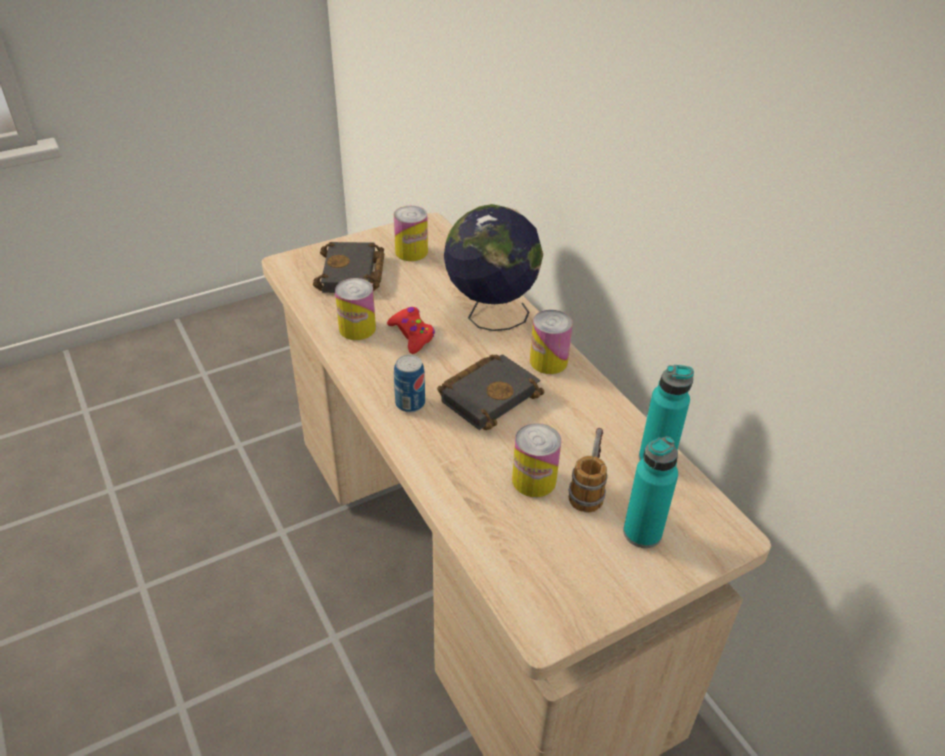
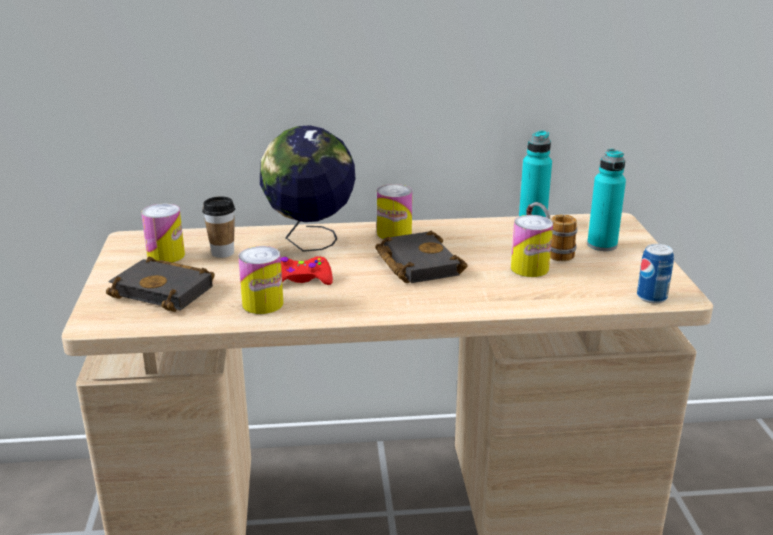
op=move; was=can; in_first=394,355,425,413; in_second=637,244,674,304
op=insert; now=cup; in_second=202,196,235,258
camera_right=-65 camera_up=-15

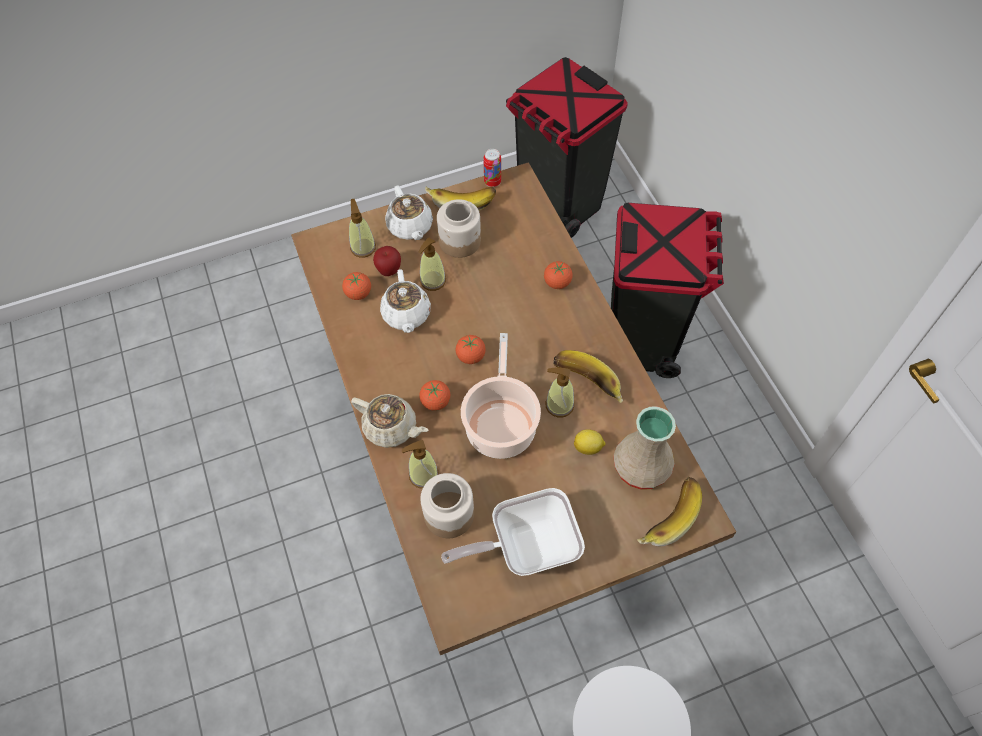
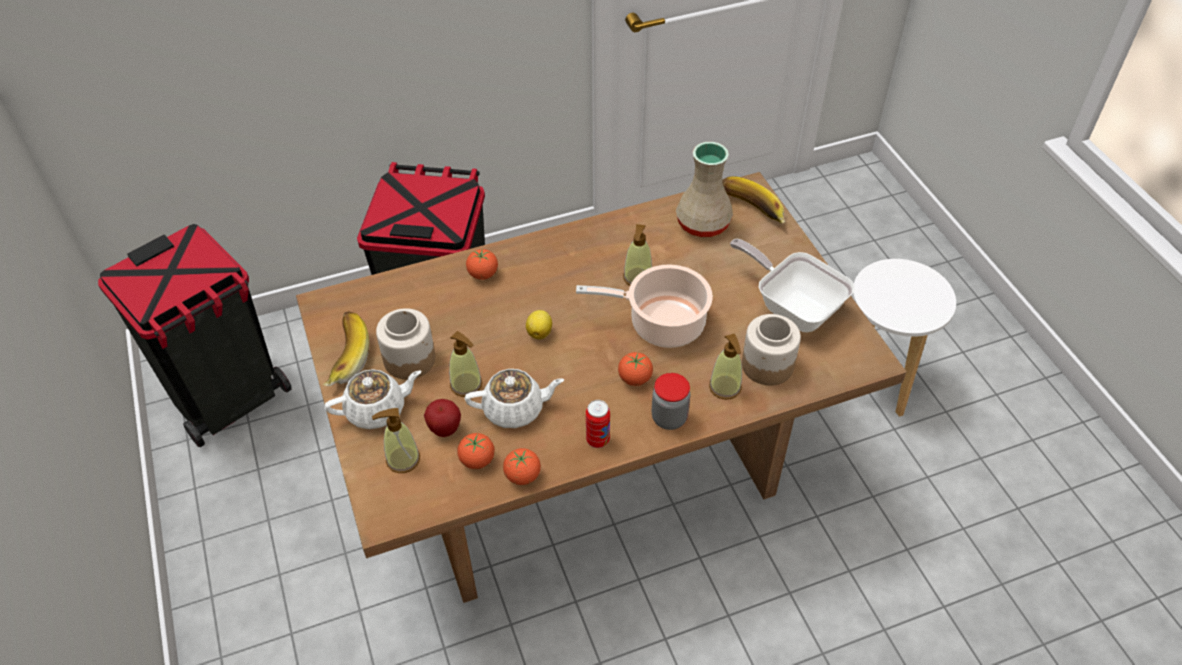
op=move; was=can; in_first=483,149,501,187; in_second=586,400,610,448
op=move; was=tomato; in_first=456,335,486,364; in_second=503,448,541,485
op=delete; was=banana; in_first=553,350,623,403
op=replace; was=teapot (beige); now=jar; in_first=351,394,428,448; in_second=652,373,690,430
op=move; was=lemon; in_first=574,429,606,455; in_second=526,310,552,339
op=rotate; was=frying pan; in_first=441,488,585,576; in_second=730,239,855,332; clockwise=150
camera_right=-90 camera_up=-10

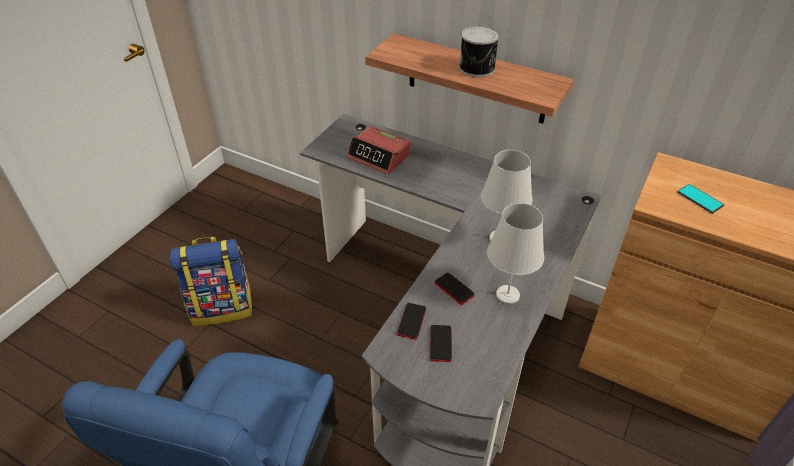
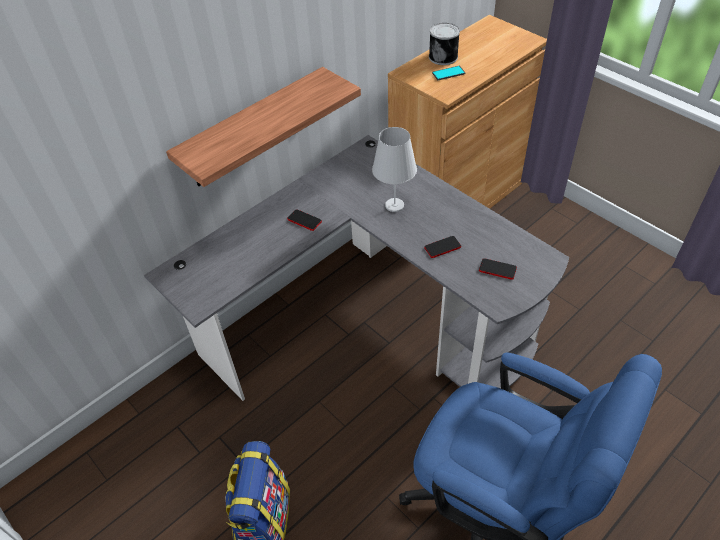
op=move; was=can; in_first=459,26,499,77; in_second=429,23,460,65
op=delete; was=alarm clock; in_first=347,126,411,174
op=delete; was=table lamp (white); in_first=487,203,544,304
op=move; was=phone; in_first=397,303,426,340; in_second=287,209,322,231
camera_right=-70 camera_up=5

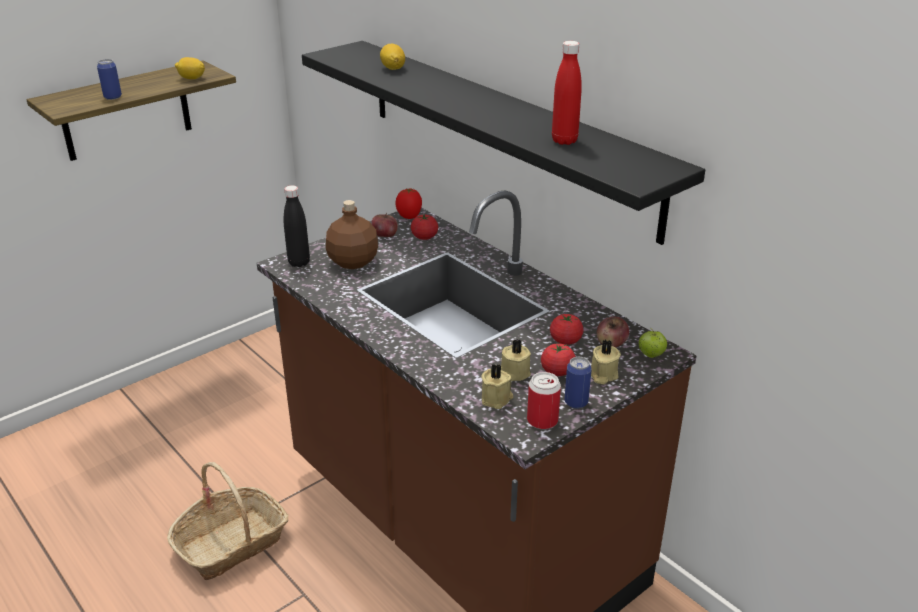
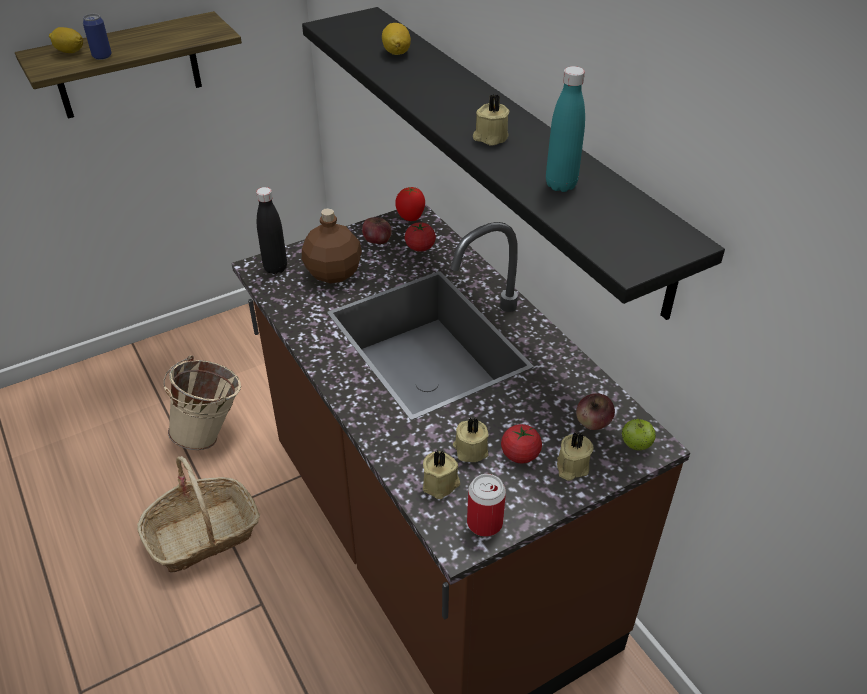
op=recolor; was=bottle (red); now=bottle (turquoise); in_first=552,41,582,145; in_second=546,66,585,192
op=move; was=lemon; in_first=175,57,205,79; in_second=49,27,83,53
op=delete; was=tomato; in_first=550,314,584,345
op=delete; was=can; in_first=564,357,592,409
op=insert; now=candle (beige); in_second=473,95,509,146
op=insert; now=bucket (beige); in_second=164,355,241,450
camera_right=10 camera_up=10

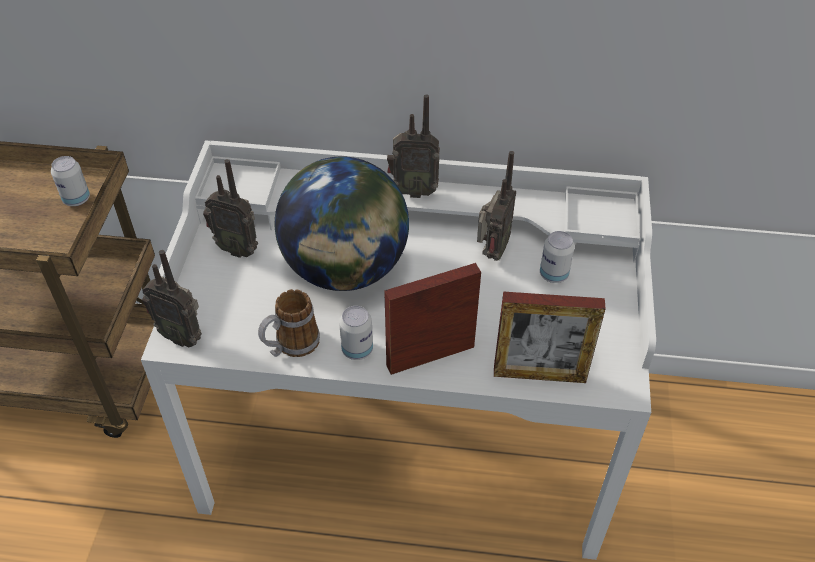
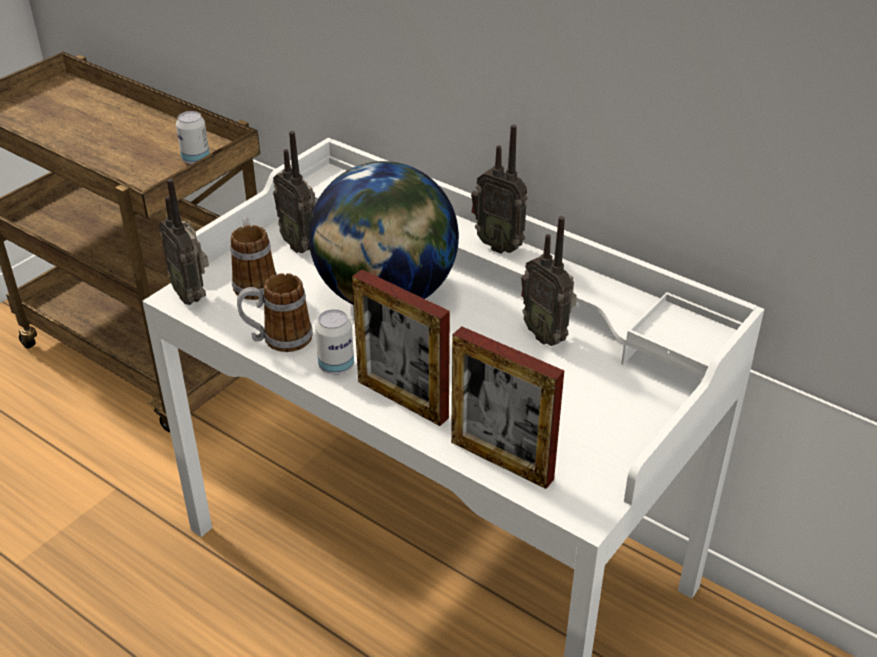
op=rotate; was=radio; in_first=477,151,516,261; in_second=521,216,577,346; clockwise=90
op=delete; was=can; in_first=540,231,575,283
op=rotate; was=picture frame; in_first=384,263,481,375; in_second=352,269,450,426; clockwise=-150
op=insert; now=mug; in_second=230,216,277,300
camera_right=30 camera_up=-10

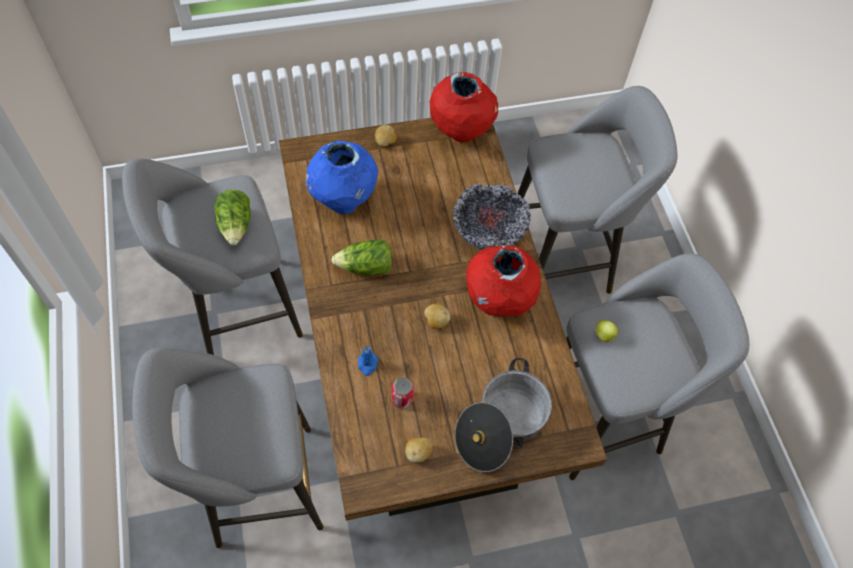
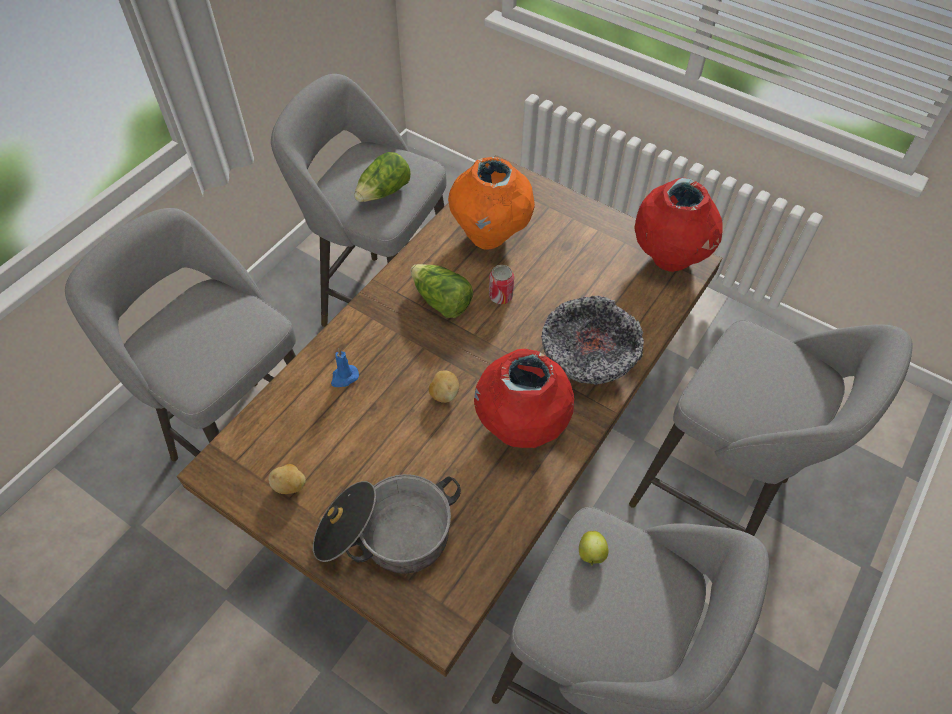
op=delete; was=potato; in_first=375,125,396,147
op=recolor; was=vase (blue); now=vase (orange); in_first=306,140,378,214; in_second=448,157,535,250
op=move; was=can; in_first=391,377,414,409; in_second=489,265,514,304
camera_right=50 camera_up=-5

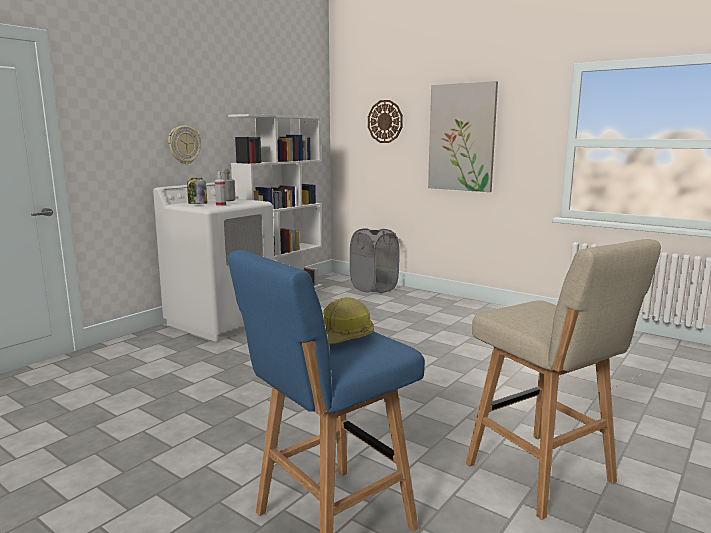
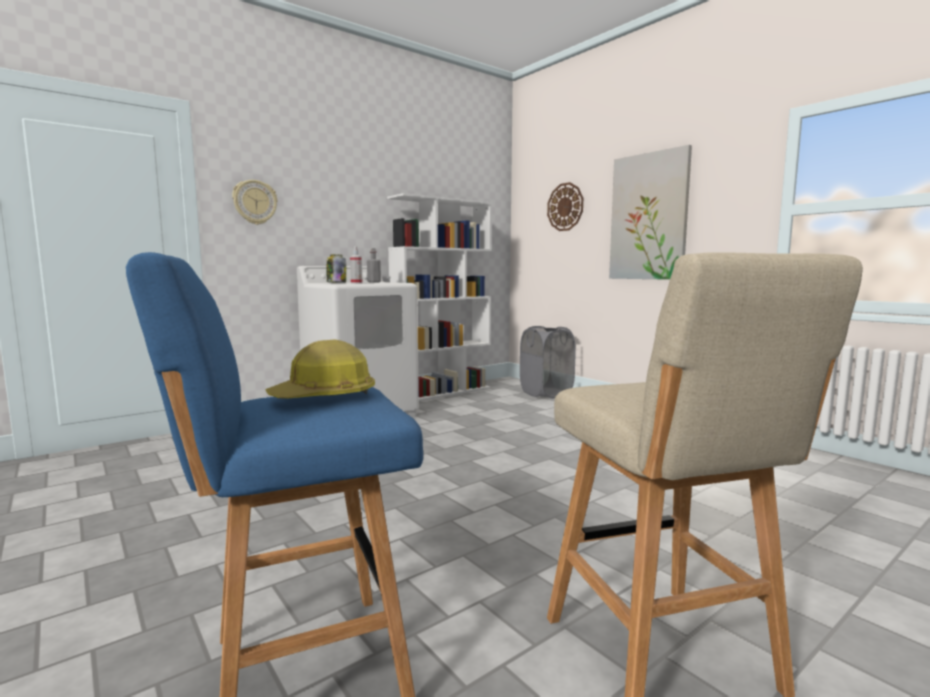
op=move; was=wall clock; in_first=168,126,201,164; in_second=232,180,277,225
camera_right=15 camera_up=-5

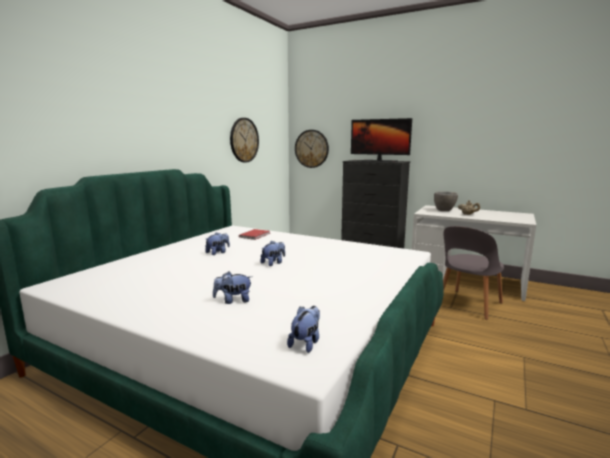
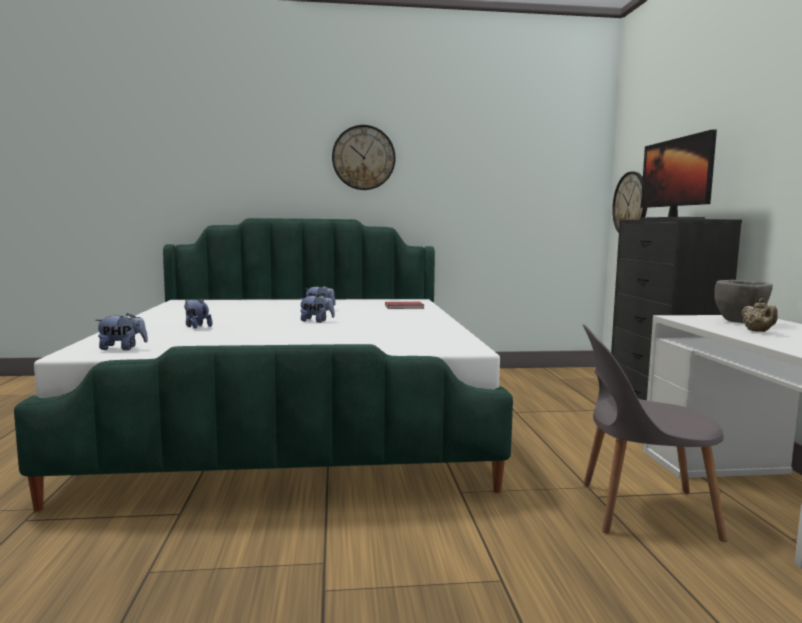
op=move; was=wall clock; in_first=230,118,259,162; in_second=332,125,396,190
camera_right=55 camera_up=-5

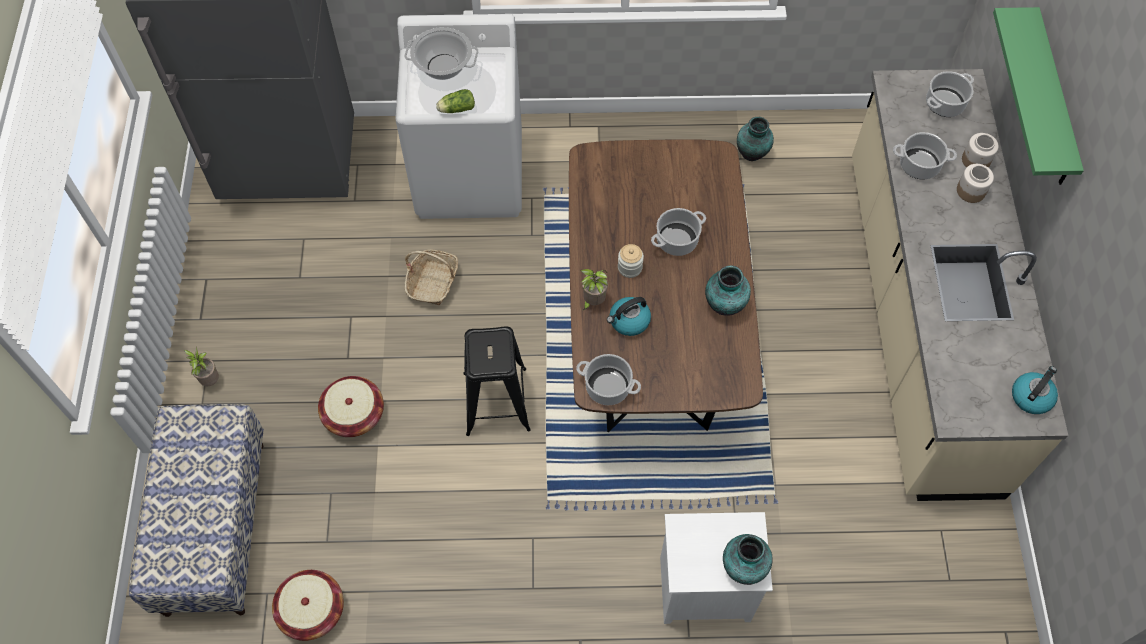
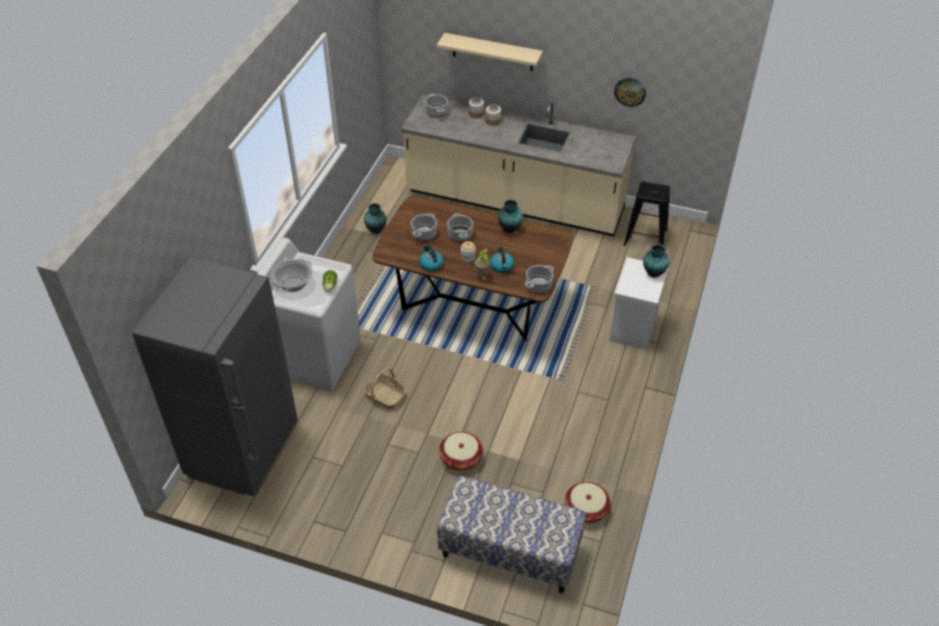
op=recolor; was=shelf (green); now=shelf (beige); in_first=993,7,1084,185; in_second=437,33,543,71
op=move; was=cooking pot; in_first=893,132,957,179; in_second=411,213,437,241
op=move; was=stool (black); in_first=463,326,531,436; in_second=624,181,670,246
op=delete; was=potted plant; in_first=184,347,219,386
op=move; was=kettle; in_first=1012,366,1058,414; in_second=419,245,443,271
op=insert; now=wall clock; in_second=614,78,646,107
camera_right=-70 camera_up=-15

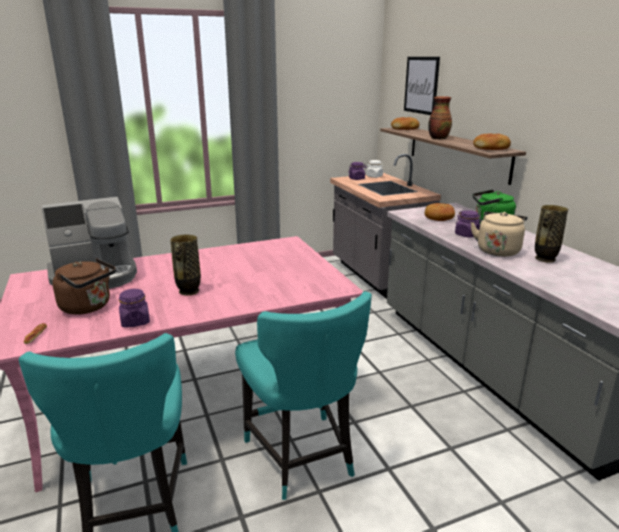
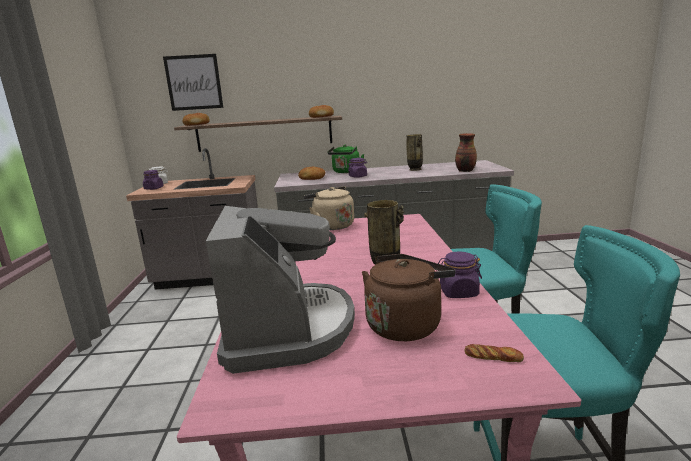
op=move; was=vase; in_first=428,96,452,139; in_second=455,133,477,172
op=move; was=kettle (beige); in_first=470,211,527,257; in_second=304,186,354,230
camera_right=-70 camera_up=-5

